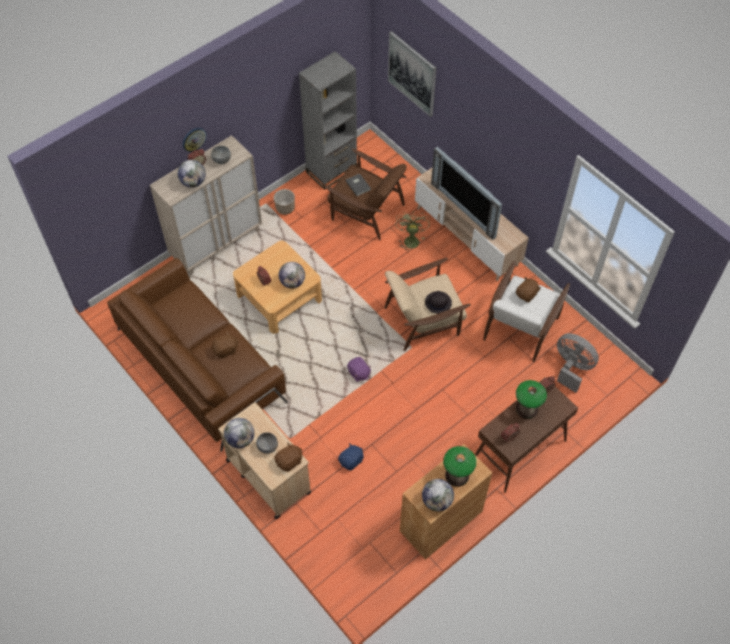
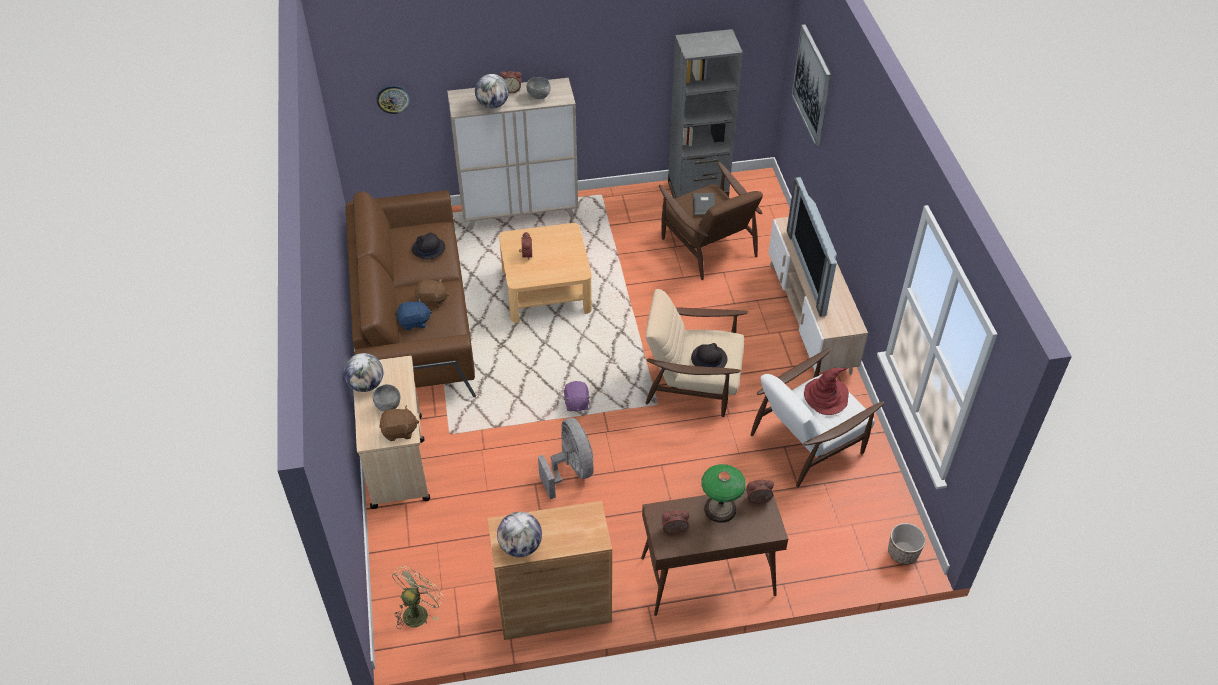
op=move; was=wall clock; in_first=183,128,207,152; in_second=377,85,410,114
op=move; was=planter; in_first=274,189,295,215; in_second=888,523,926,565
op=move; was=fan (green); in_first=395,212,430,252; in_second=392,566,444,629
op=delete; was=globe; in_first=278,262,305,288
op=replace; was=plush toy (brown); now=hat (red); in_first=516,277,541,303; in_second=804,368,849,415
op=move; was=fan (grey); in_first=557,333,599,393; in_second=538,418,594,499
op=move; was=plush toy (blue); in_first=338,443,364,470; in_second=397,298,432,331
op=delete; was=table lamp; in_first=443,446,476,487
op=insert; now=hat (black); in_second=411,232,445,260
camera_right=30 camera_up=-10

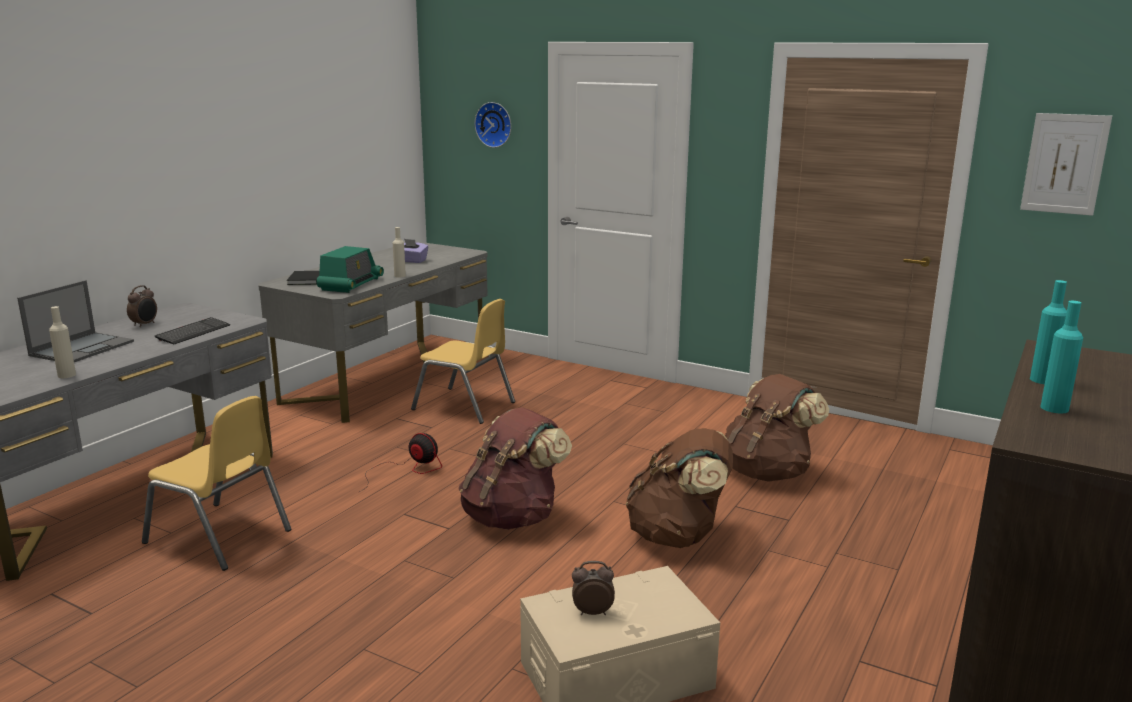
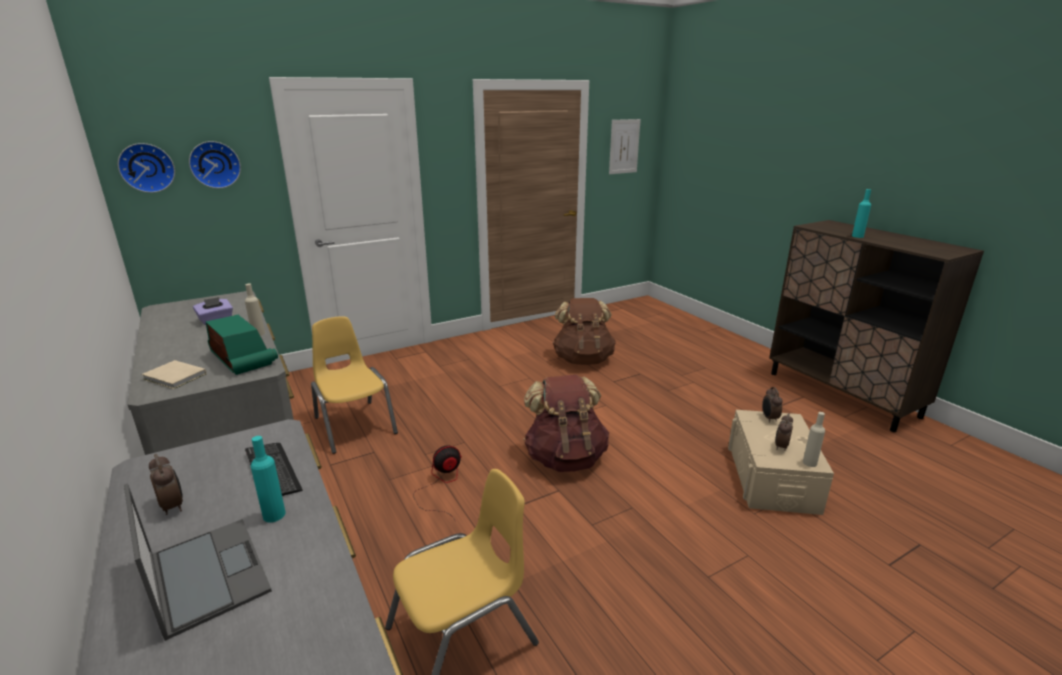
op=recolor; was=book (black); now=book (beige); in_first=287,271,319,285; in_second=141,360,206,389
op=rotate; was=chair (yellow); in_first=411,299,515,424; in_second=311,316,398,454; clockwise=-90
op=move; was=bottle (turquoise); in_first=1041,301,1083,414; in_second=251,436,286,522
op=move; was=bottle (beige); in_first=49,306,76,378; in_second=803,412,825,467
op=delete; was=backpack (brown); in_first=626,428,733,548
op=insert; now=wall clock; in_second=118,143,175,193
op=insert; now=alarm clock; in_second=762,387,783,423
camera_right=-60 camera_up=5

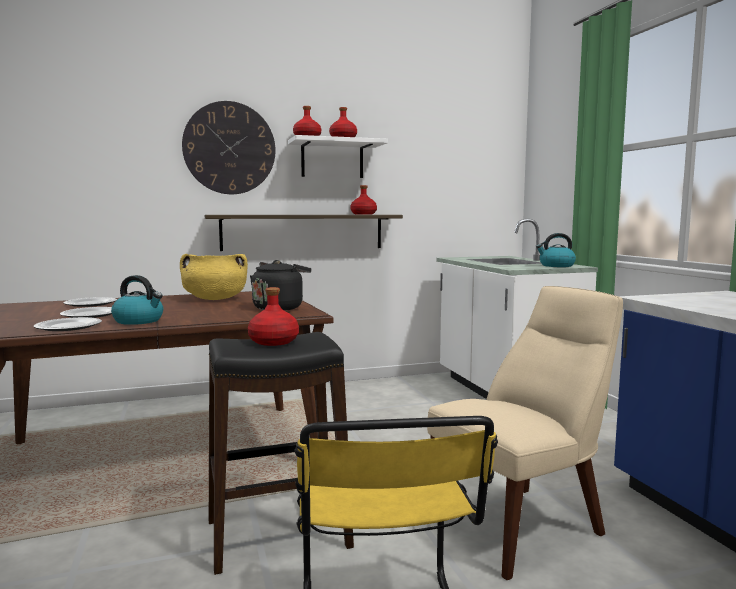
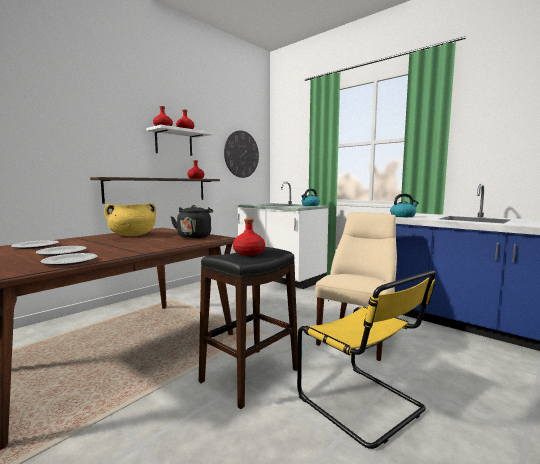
op=move; was=wall clock; in_first=182,101,276,194; in_second=224,131,259,178
op=move; was=kettle; in_first=111,275,163,325; in_second=390,193,419,217
camera_right=-30 camera_up=0

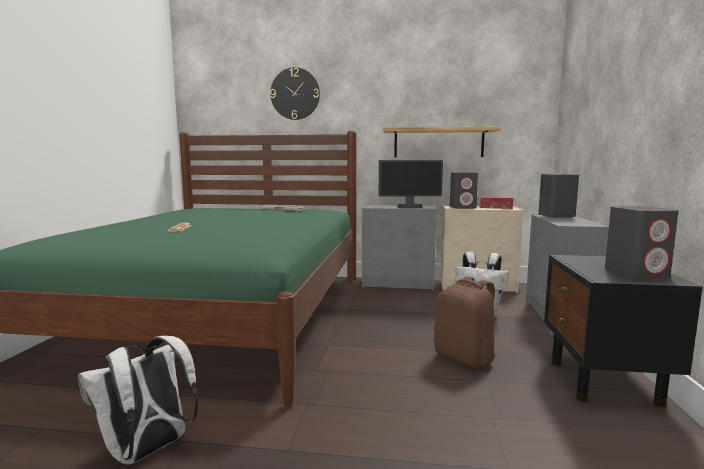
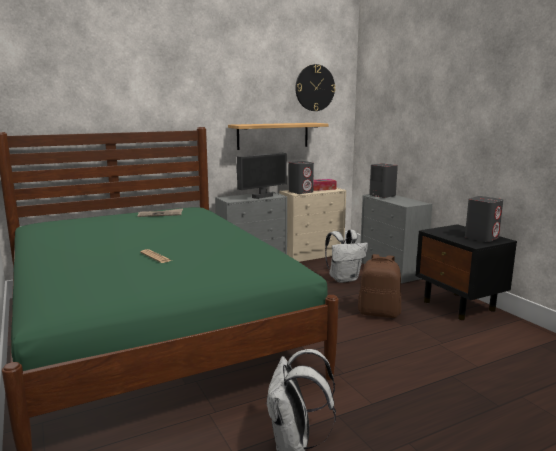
op=move; was=wall clock; in_first=270,67,320,120; in_second=295,64,335,111
camera_right=-35 camera_up=5

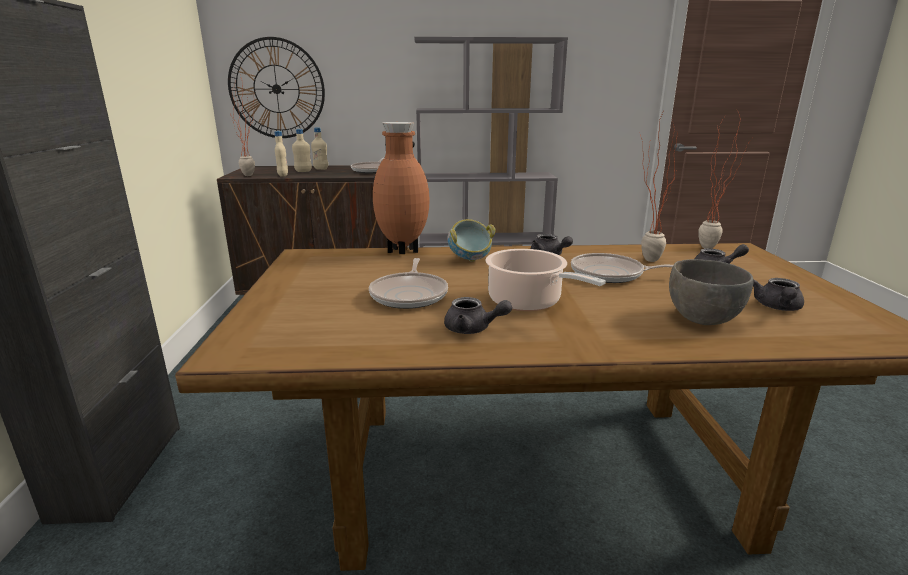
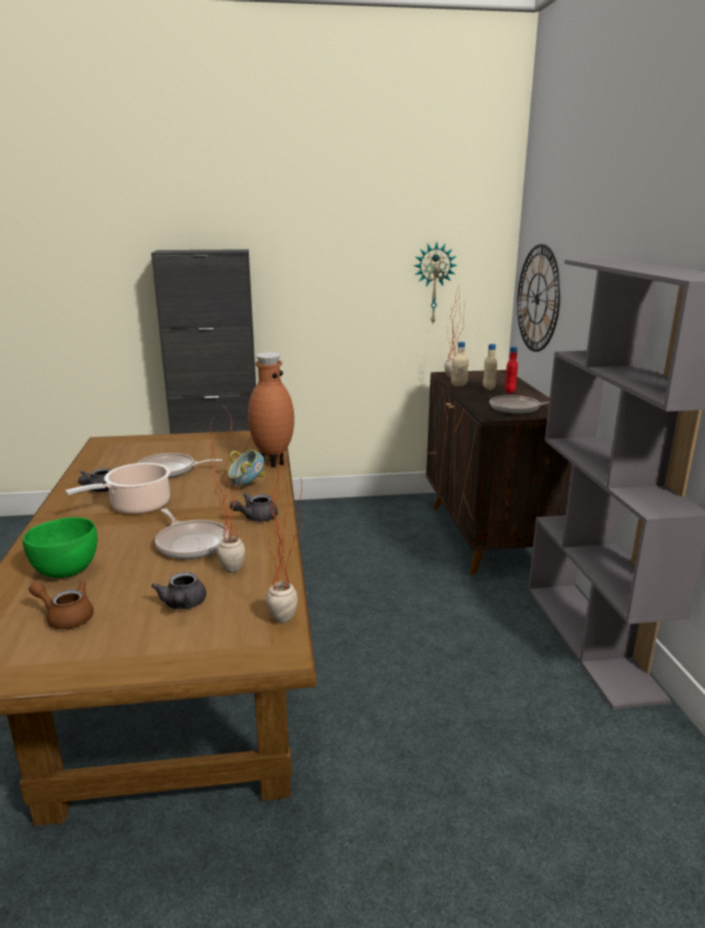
op=recolor; was=bottle (beige); now=bottle (red); in_first=311,127,328,170; in_second=505,347,518,393
op=rotate; was=frying pan; in_first=571,253,673,283; in_second=155,508,229,559; clockwise=135
op=recolor; was=bowl (grey); now=bowl (green); in_first=669,259,754,325; in_second=23,517,97,578
op=recolor; was=teapot (grey); now=teapot (brown); in_first=753,278,804,311; in_second=29,581,94,629
op=insert; now=wall clock; in_second=414,242,457,323
camera_right=85 camera_up=0

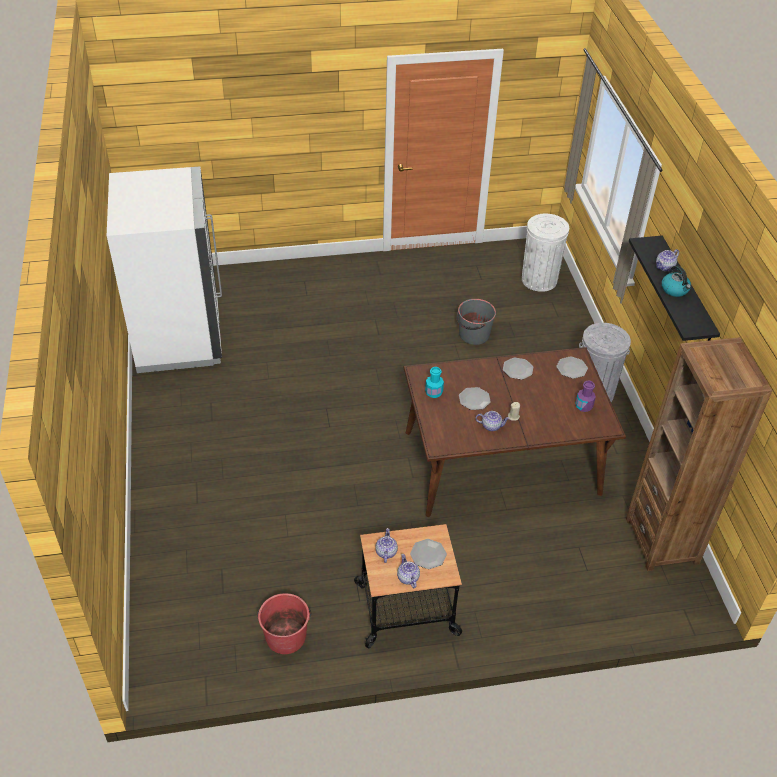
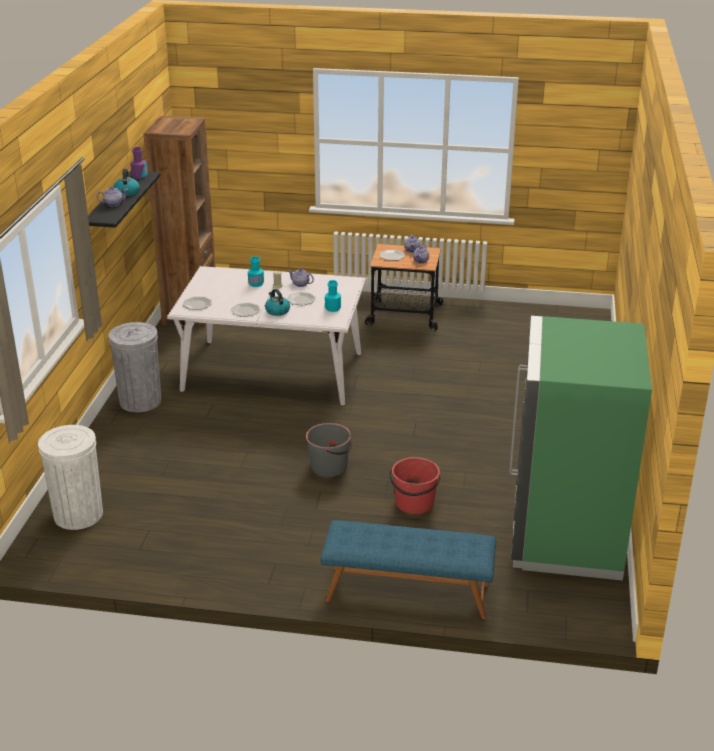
op=recolor; was=fridge (white); now=fridge (green); in_first=107,166,222,373; in_second=509,316,652,581
op=move; was=bucket (grey); in_first=457,299,496,345; in_second=306,423,352,477
op=recolor; was=dining table (brown); now=dining table (white); in_first=404,347,626,517; in_second=167,266,366,406
op=move; was=bottle (purple); in_first=575,380,596,412; in_second=130,147,148,179
op=move; was=bucket (red); in_first=257,593,312,654; in_second=389,457,440,514
op=insert; now=bottle (turquoise); in_second=248,256,264,287
op=insert; now=kettle; in_second=265,289,290,316
op=insert; now=bench (blue); in_second=320,520,496,619
camera_right=-160 camera_up=-15

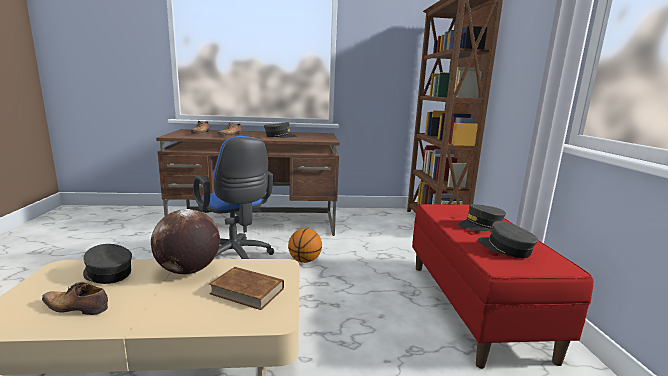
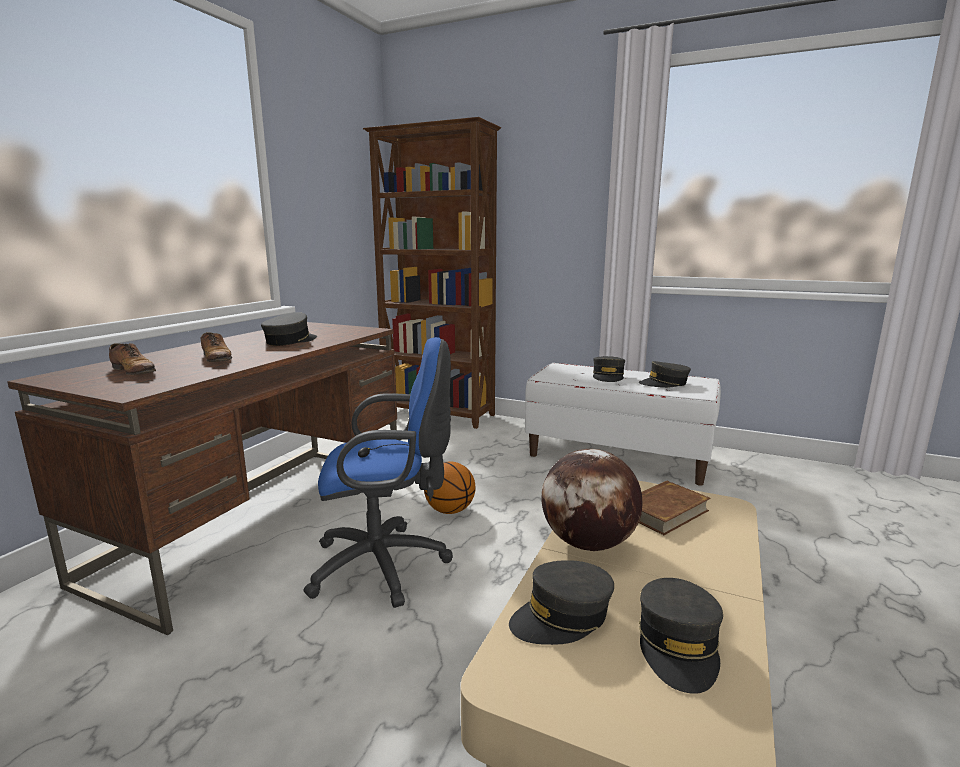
op=recolor; was=bench (red); now=bench (white); in_first=412,204,593,369; in_second=525,363,721,486
op=replace; was=shoe; now=cap (grey); in_first=42,282,108,315; in_second=639,578,723,694
camera_right=-60 camera_up=0

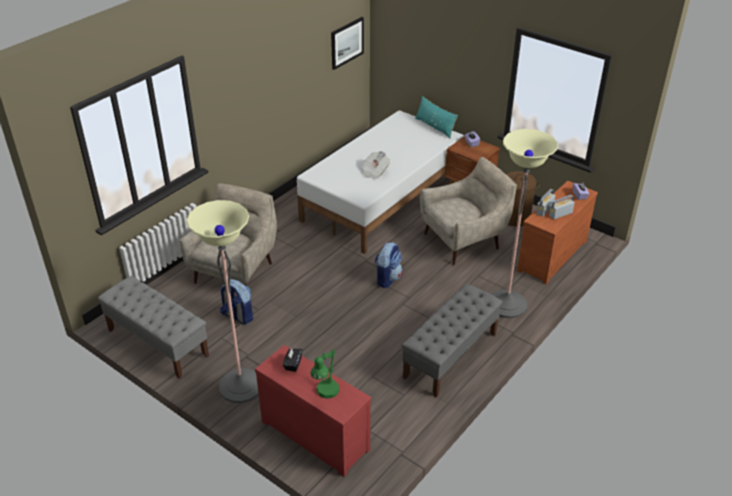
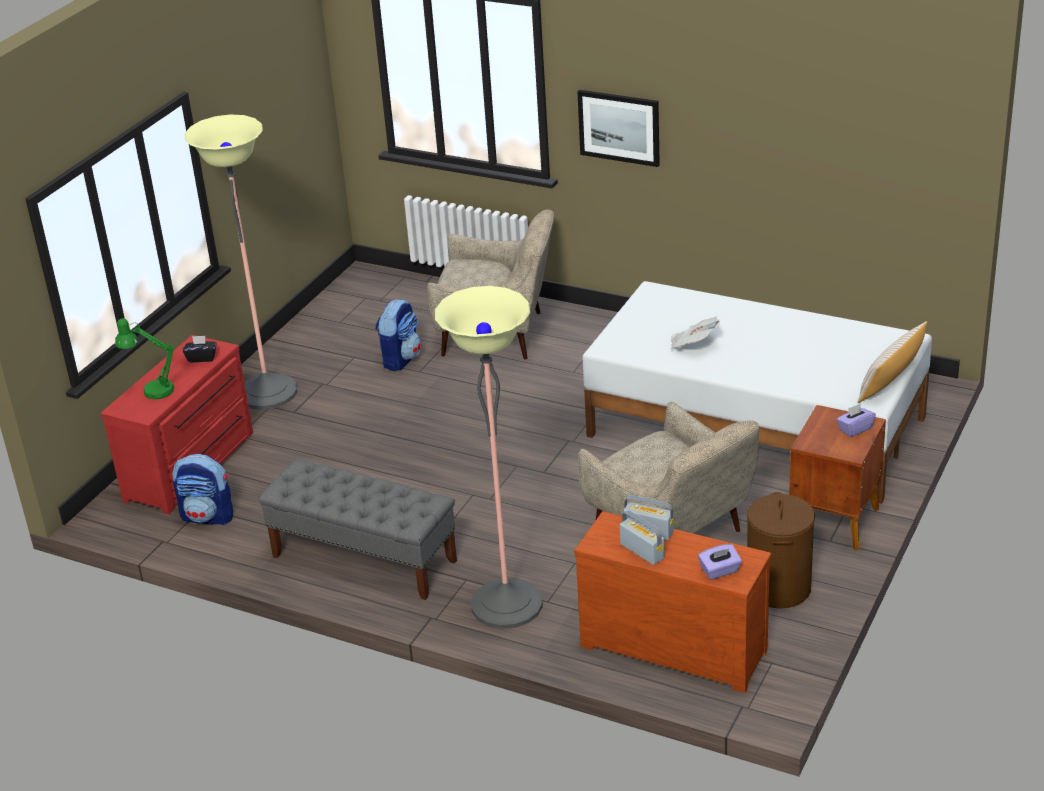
op=move; was=picture; in_first=331,17,364,70; in_second=577,90,660,167
op=recolor; was=pillow (turquoise); now=pillow (beige); in_first=415,96,458,138; in_second=858,321,927,403
op=move; was=backpack; in_first=375,242,403,288; in_second=172,454,234,525
op=delete; was=bench (grey); in_first=98,276,209,379
camera_right=80 camera_up=-5

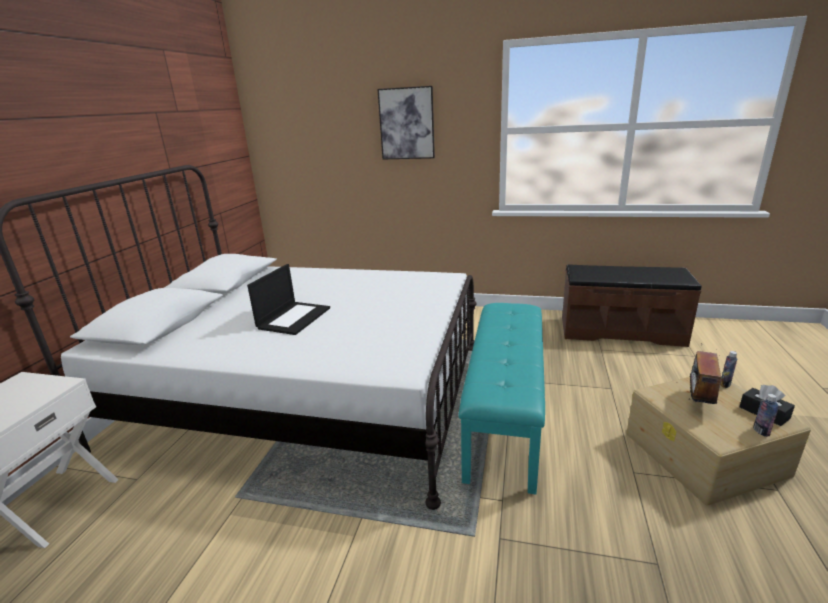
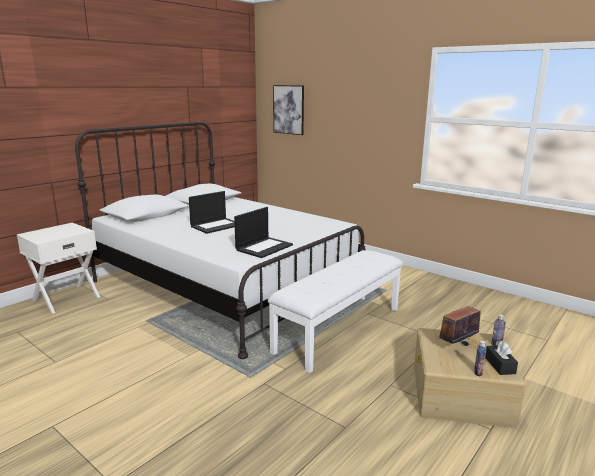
op=move; was=picture; in_first=377,86,435,160; in_second=273,85,304,135
op=delete; was=bench (brown); in_first=562,264,702,347
op=recolor; was=bench (turquoise); now=bench (white); in_first=458,303,545,494; in_second=268,250,403,373
op=insert; now=laptop; in_second=234,207,293,258
camera_right=25 camera_up=-5

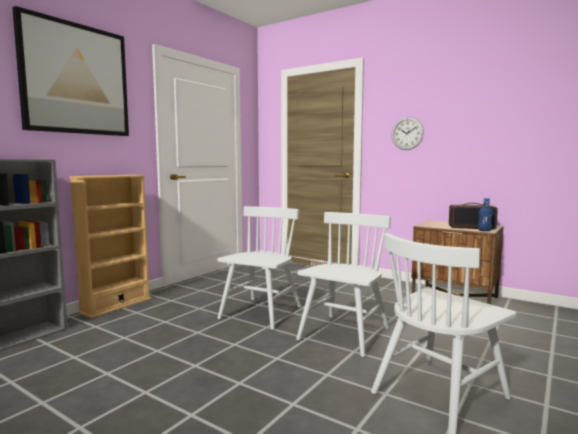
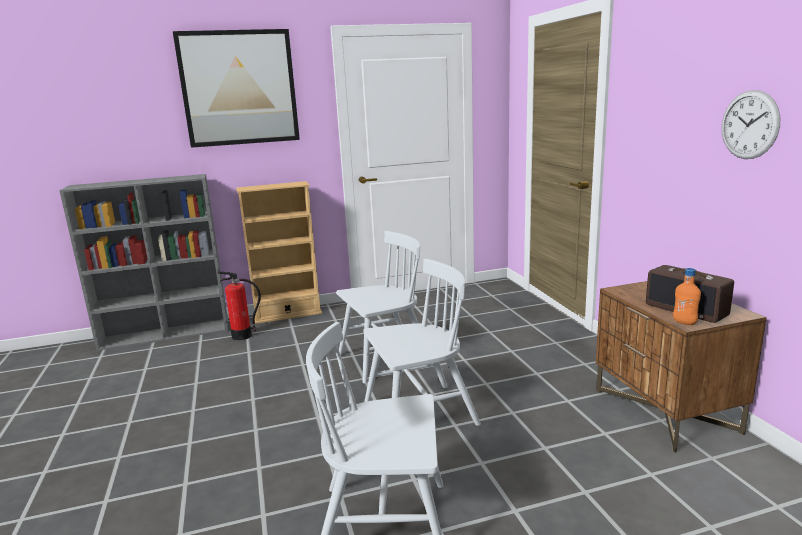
op=move; was=wall clock; in_first=392,117,424,150; in_second=722,90,780,159
op=recolor; was=bottle (blue); now=bottle (orange); in_first=478,198,493,231; in_second=673,268,701,325
op=insert; now=fire extinguisher; in_second=218,272,261,340
camera_right=40 camera_up=10

